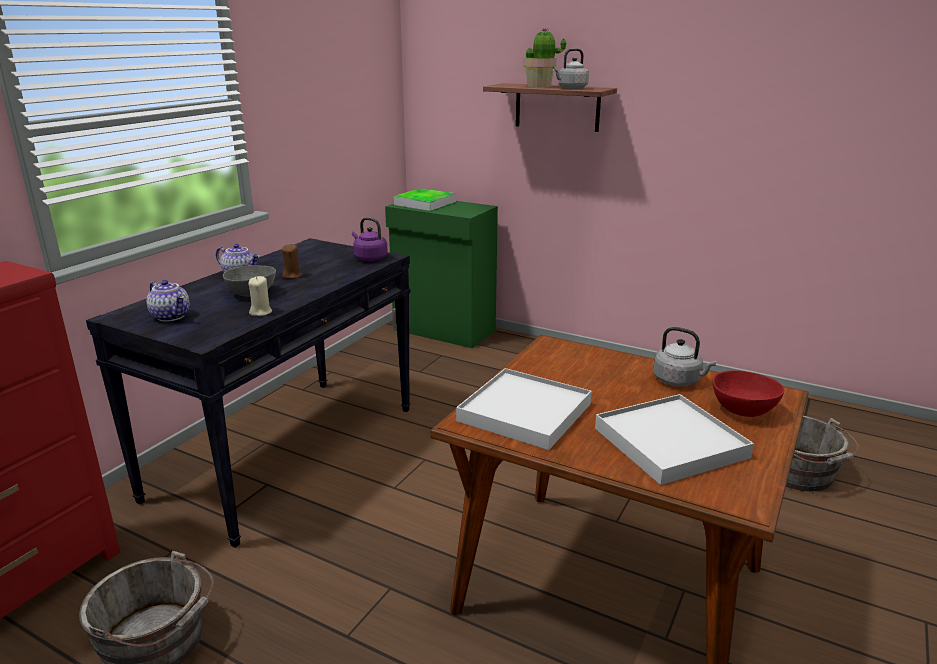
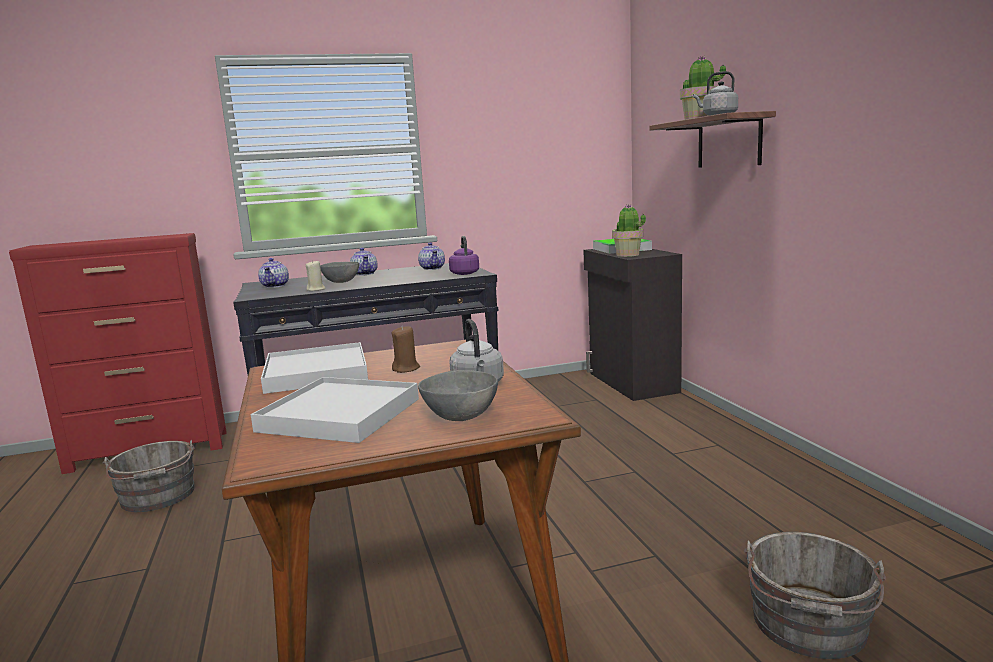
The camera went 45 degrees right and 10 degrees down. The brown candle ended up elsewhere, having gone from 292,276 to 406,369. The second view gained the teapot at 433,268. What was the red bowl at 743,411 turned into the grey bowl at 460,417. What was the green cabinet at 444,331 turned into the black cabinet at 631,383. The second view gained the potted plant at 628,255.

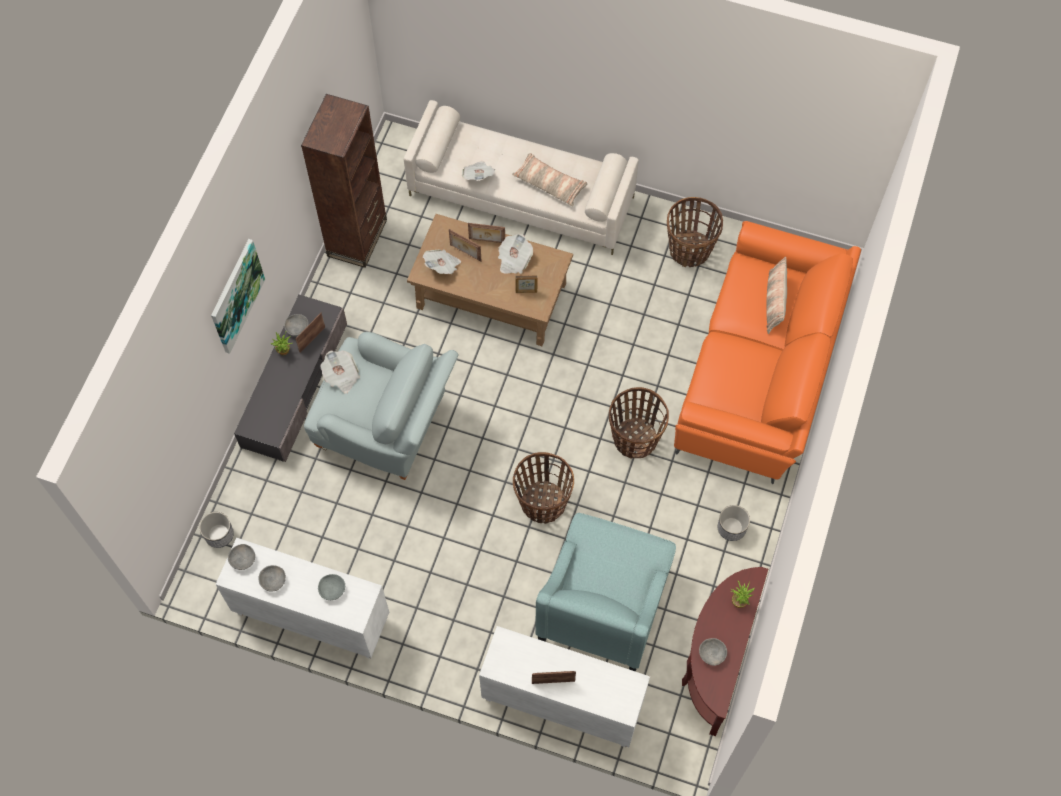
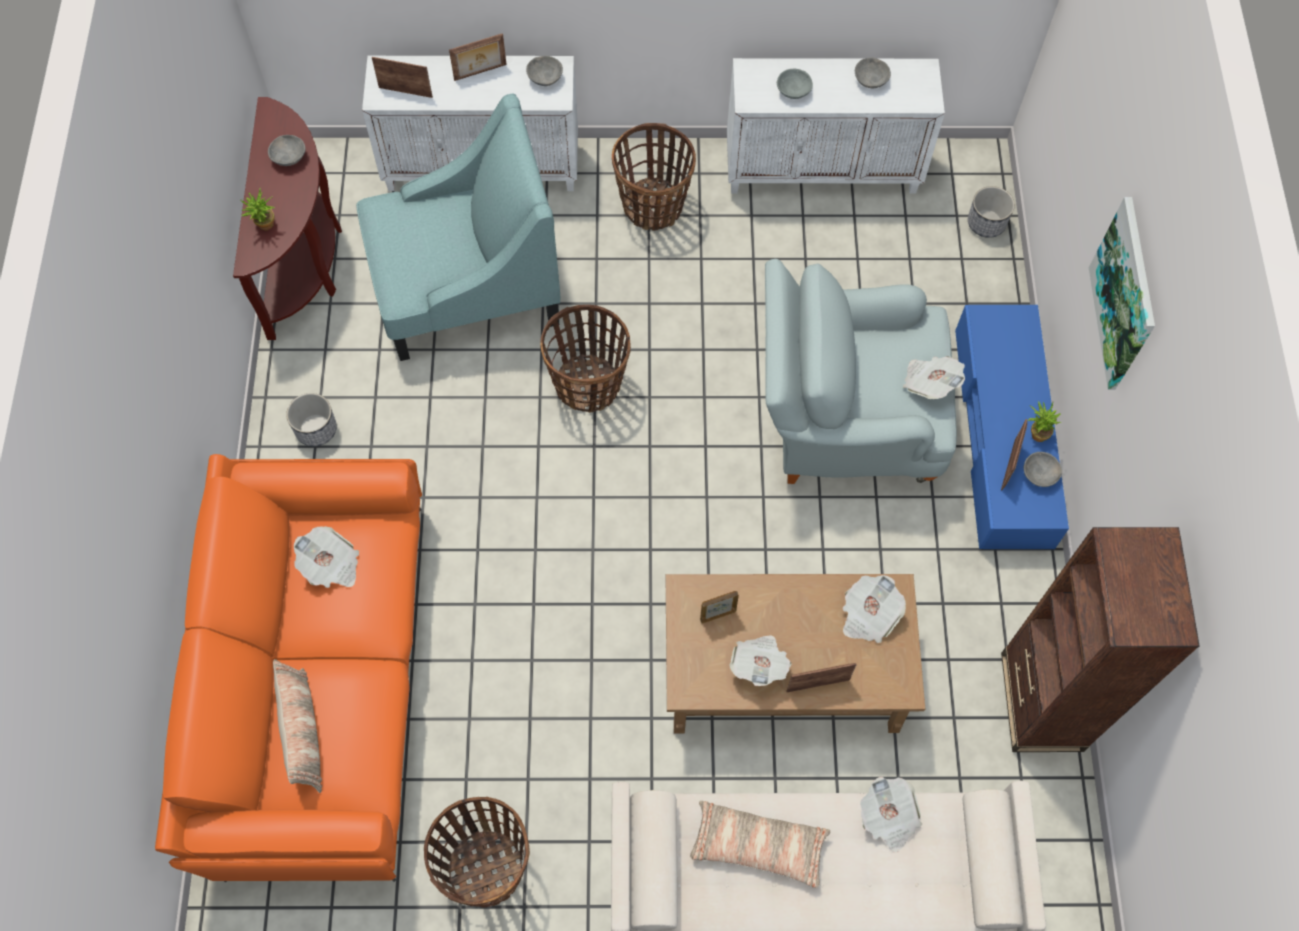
The camera went 160 degrees right and 0 degrees up. The second view gained the newspaper at 331,566. The turquoise armchair at 604,603 ended up facing another way, 75 degrees clockwise from before. The picture frame ended up elsewhere, having gone from 465,253 to 406,91. The grey bowl ended up elsewhere, having gone from 243,560 to 544,78. The basket ended up elsewhere, having gone from 634,438 to 653,206. What was the grey tv stand at 295,385 turned into the blue tv stand at 1002,437.

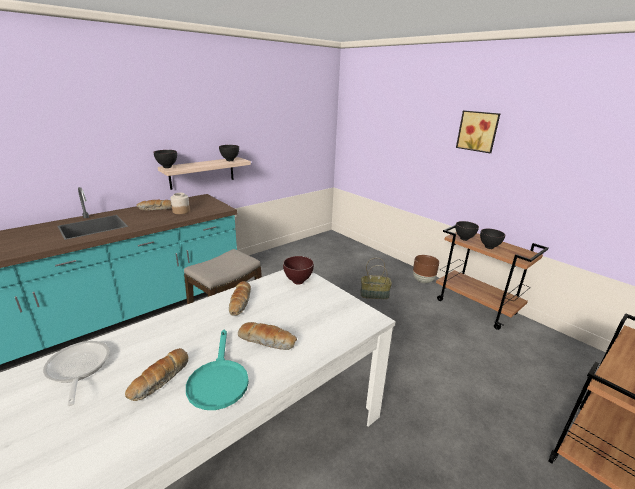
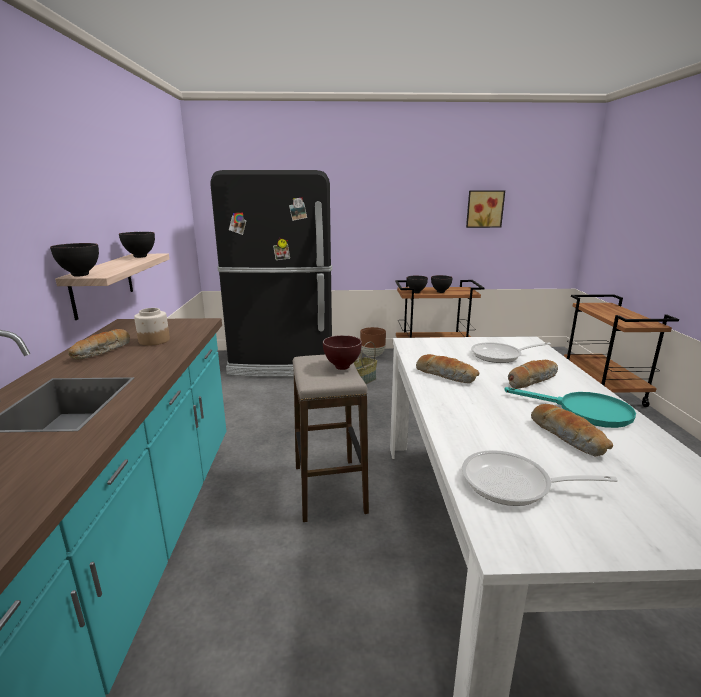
The camera went 50 degrees left and 5 degrees down. The second view gained the black fridge at 283,363. The brown bowl ended up elsewhere, having gone from 298,281 to 342,367. The picture ended up elsewhere, having gone from 478,131 to 484,209. The second view gained the frying pan at 500,356.

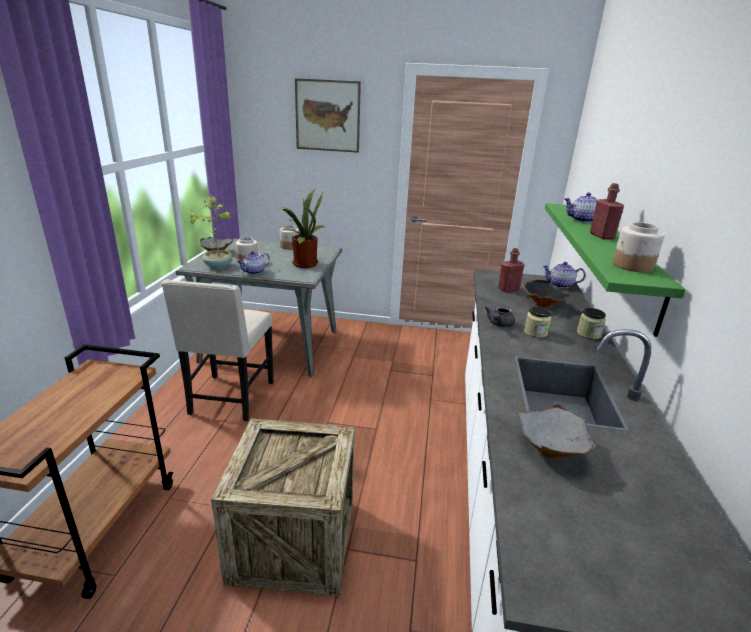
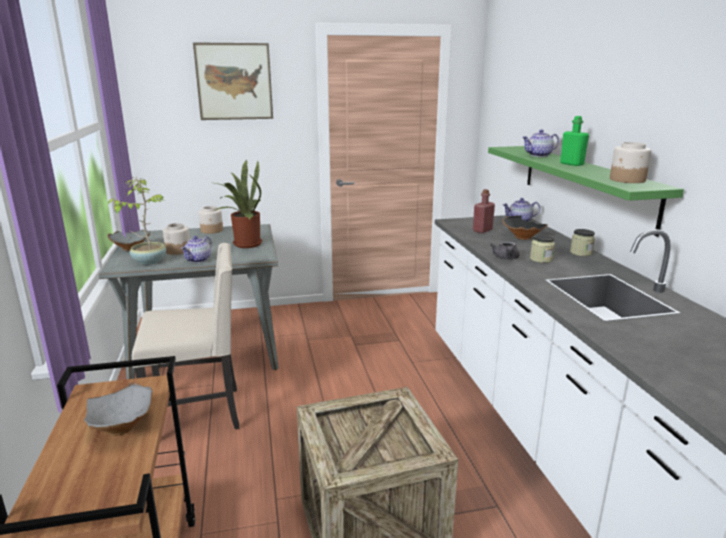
The camera went 20 degrees left and 5 degrees down. The grey bowl ended up elsewhere, having gone from 552,449 to 123,427. The beige chair at 230,399 ended up facing another way, 90 degrees counterclockwise from before. What was the red bottle at 601,236 turned into the green bottle at 571,164.

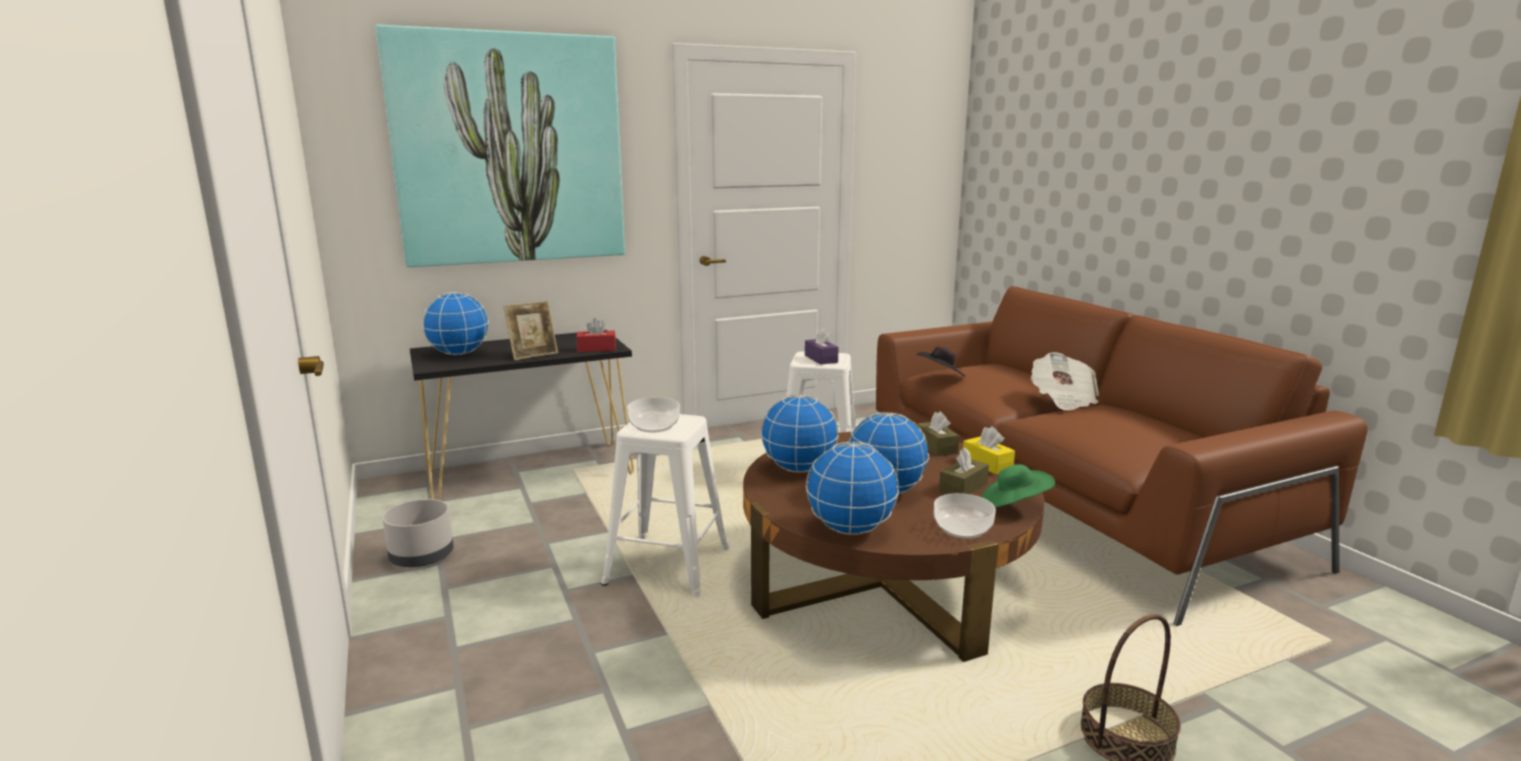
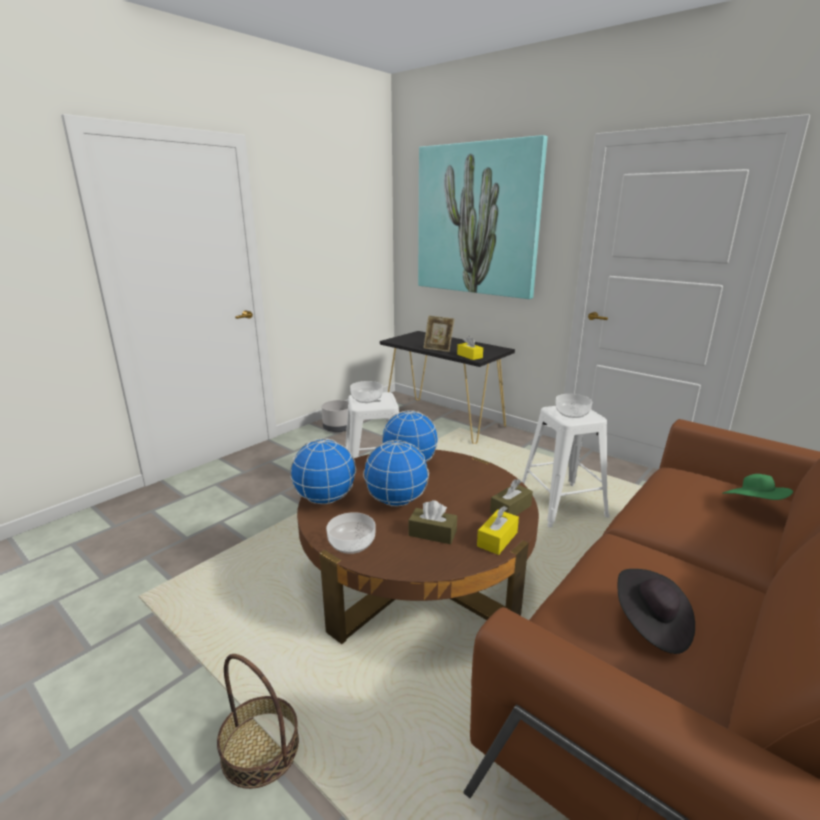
The camera went 65 degrees right and 5 degrees up. What was the red tissue box at 596,349 turned into the yellow tissue box at 469,356. Where the purple tissue box stood at 821,359, the bowl came to stand at 572,413. The black hat ended up elsewhere, having gone from 940,375 to 651,624. The green hat ended up elsewhere, having gone from 1013,505 to 753,505. The second view lost the globe at 459,354. The second view lost the newspaper at 1062,399.

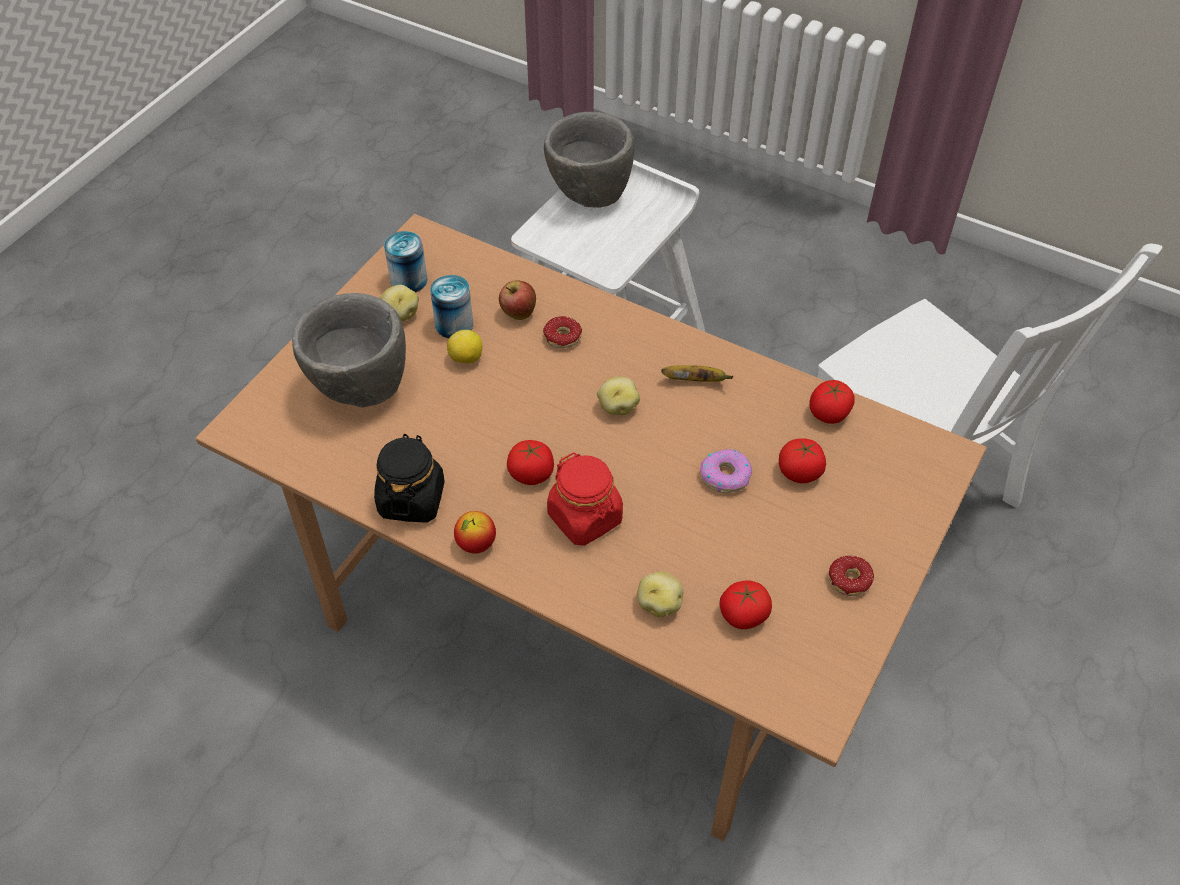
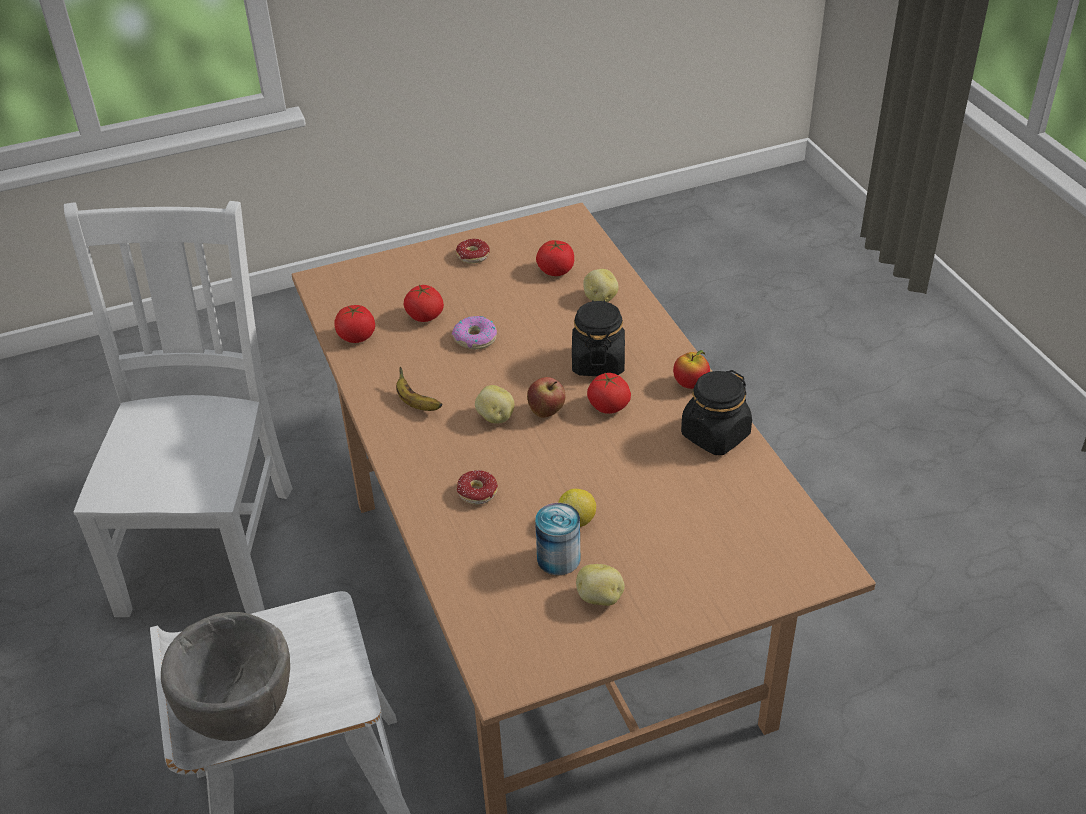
The camera went 140 degrees left and 10 degrees down. The apple ended up elsewhere, having gone from 518,313 to 547,412. What was the red jar at 585,518 turned into the black jar at 598,362. The second view lost the grey bowl at 360,389. The second view lost the can at 409,280.

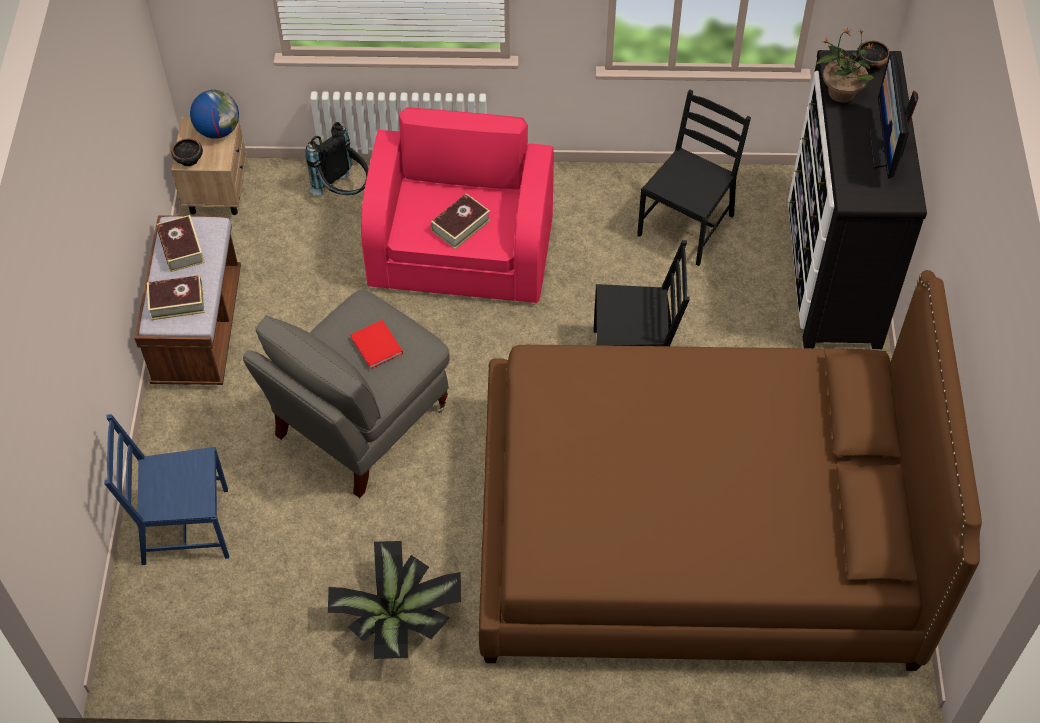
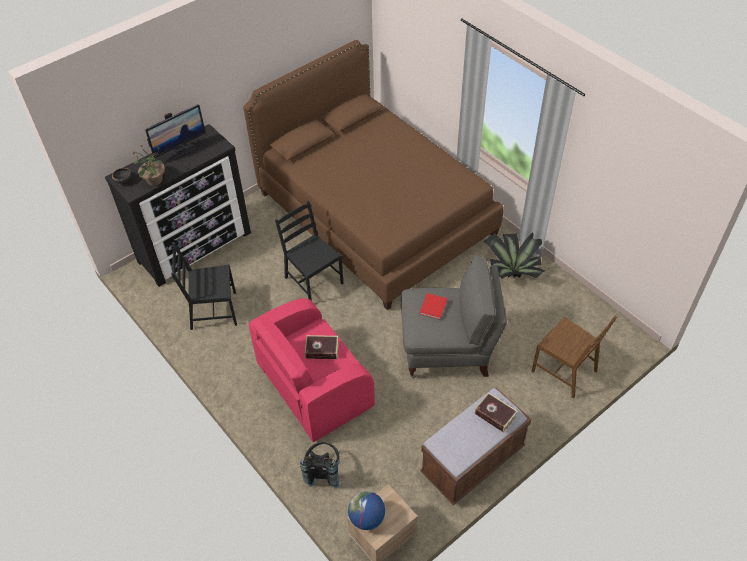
The camera went 130 degrees left and 5 degrees down. What was the blue chair at 184,527 turned into the brown chair at 565,371. The second view lost the book at 181,248. The second view lost the bowl at 188,159.

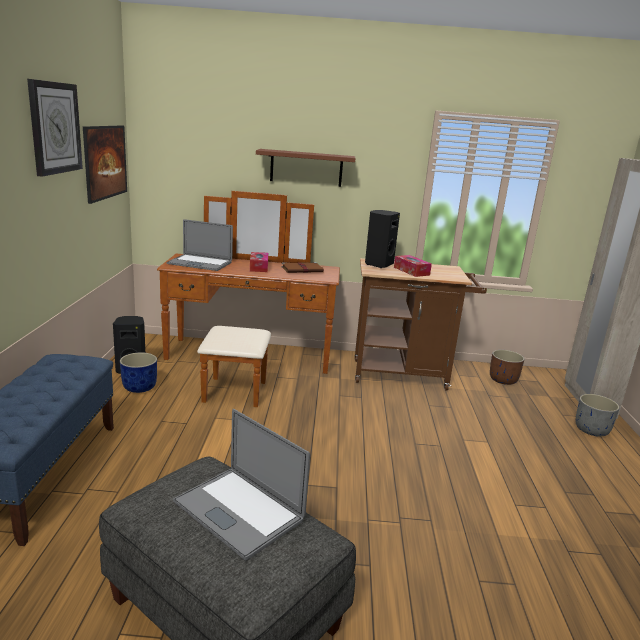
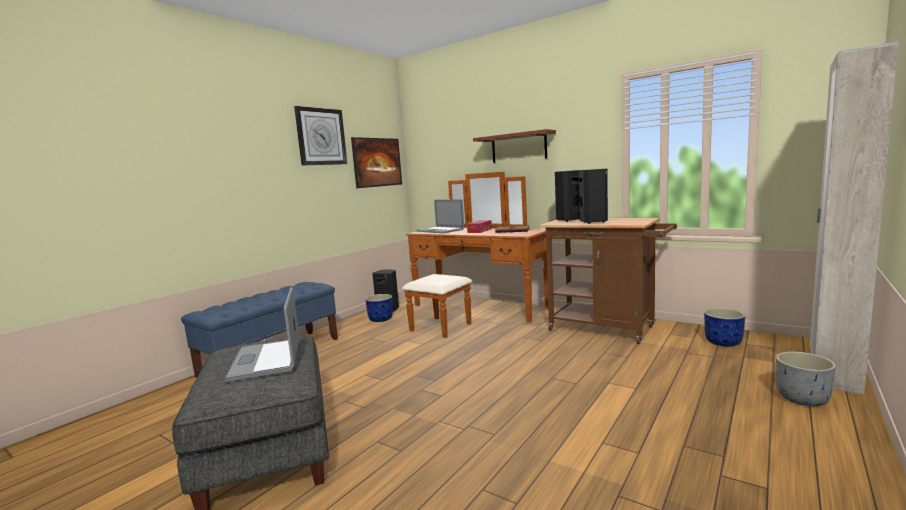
The camera went 35 degrees right and 10 degrees down. Where the tissue box stood at 411,271, the black speaker came to stand at 594,222. What was the brown planter at 503,380 turned into the blue planter at 723,342.

